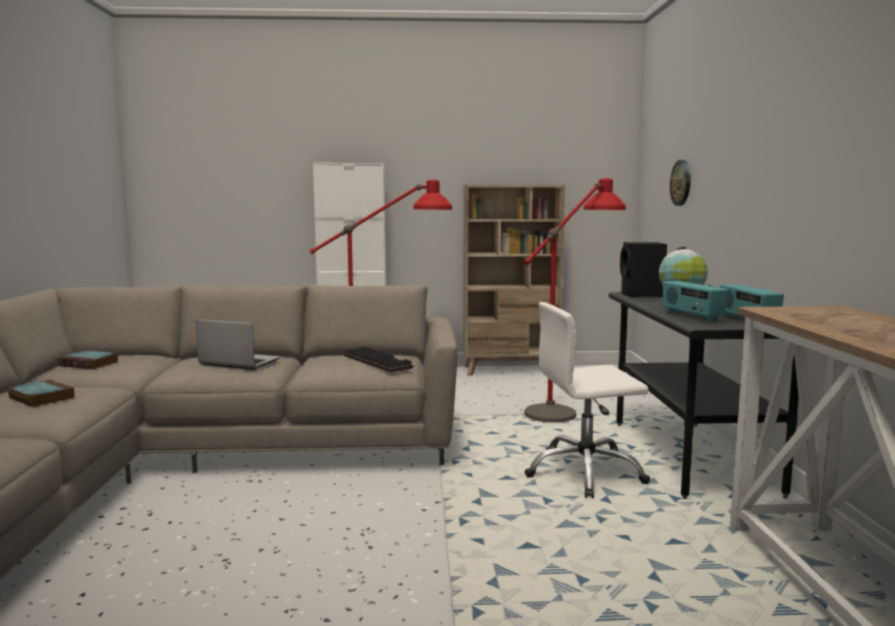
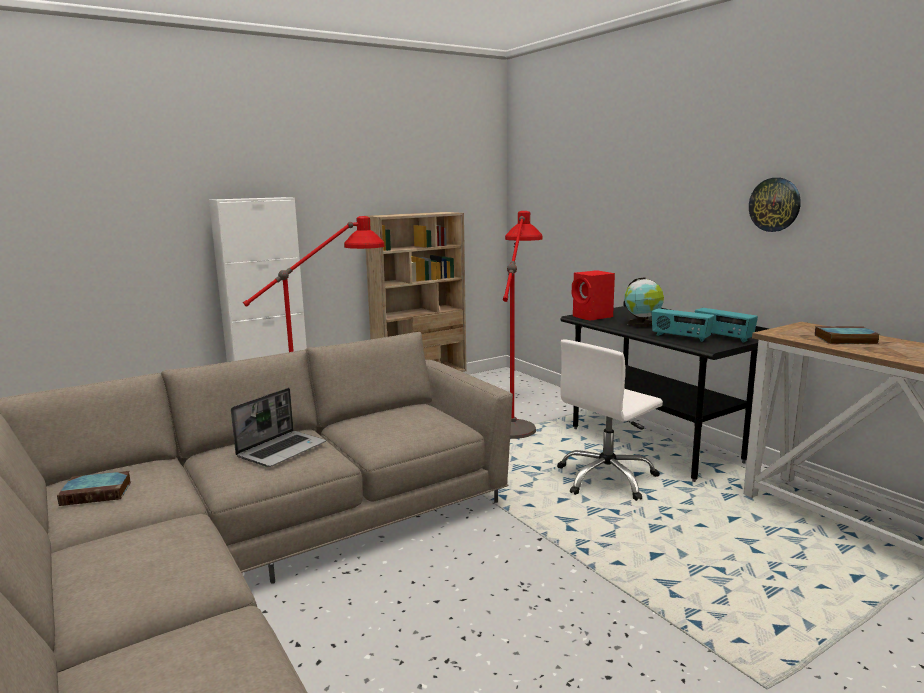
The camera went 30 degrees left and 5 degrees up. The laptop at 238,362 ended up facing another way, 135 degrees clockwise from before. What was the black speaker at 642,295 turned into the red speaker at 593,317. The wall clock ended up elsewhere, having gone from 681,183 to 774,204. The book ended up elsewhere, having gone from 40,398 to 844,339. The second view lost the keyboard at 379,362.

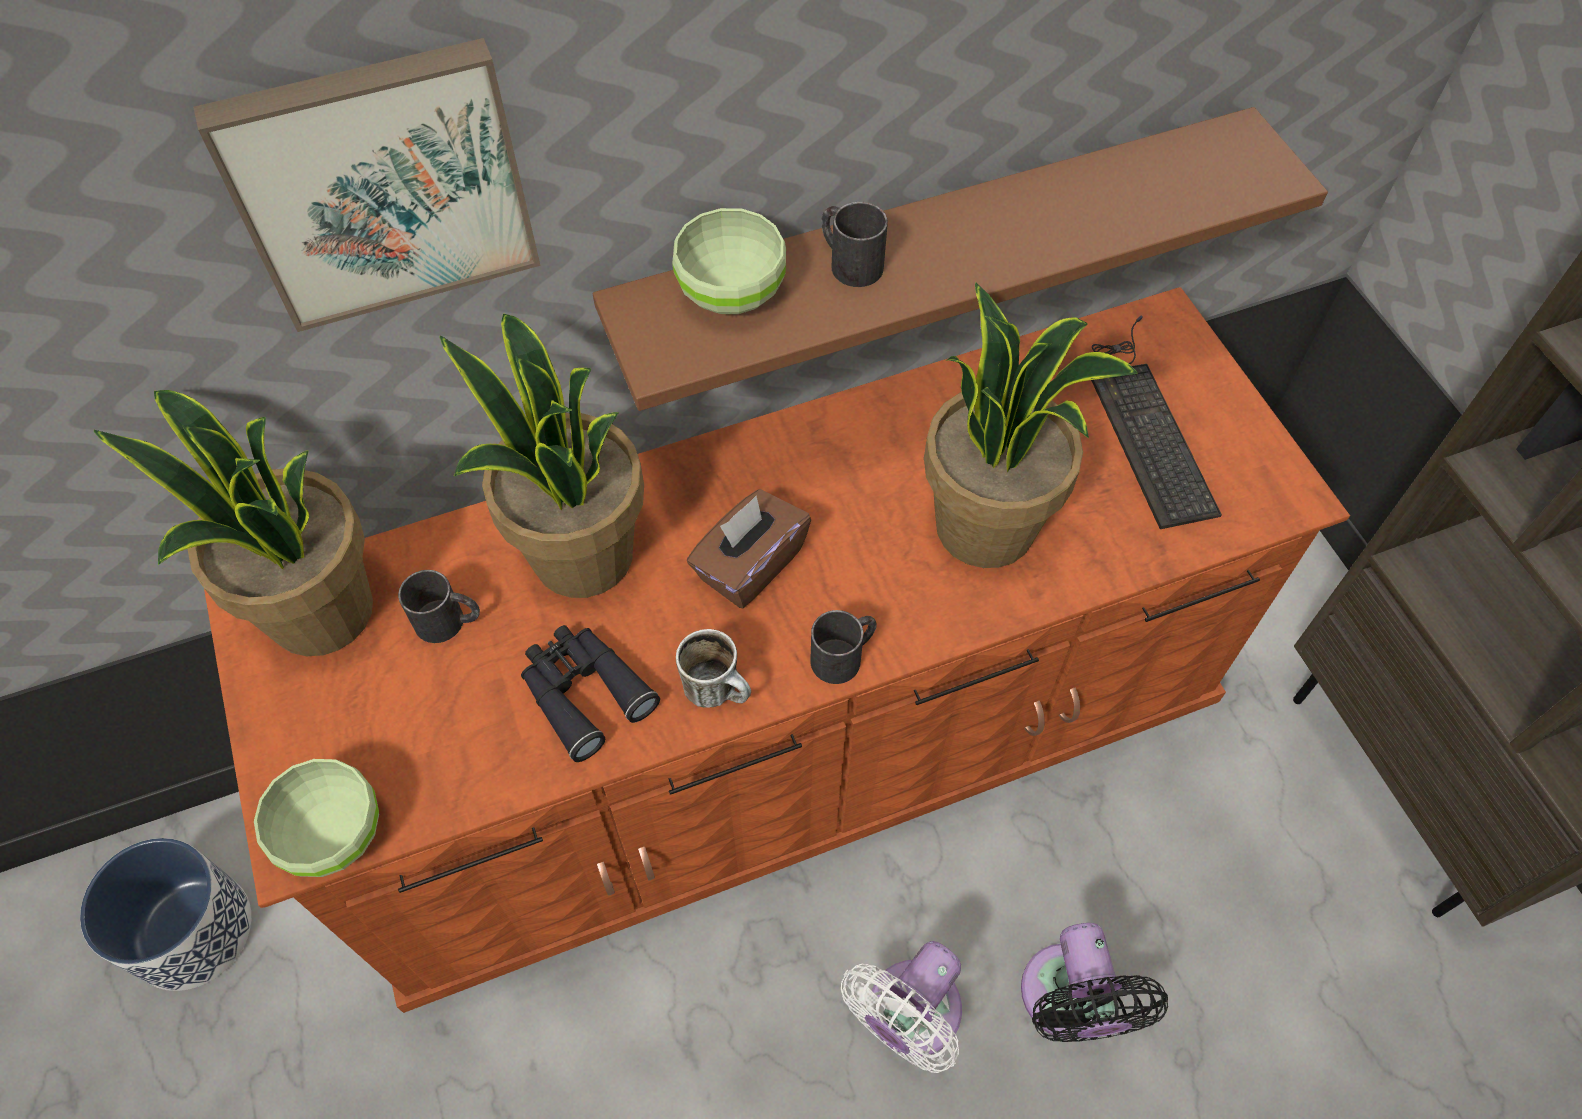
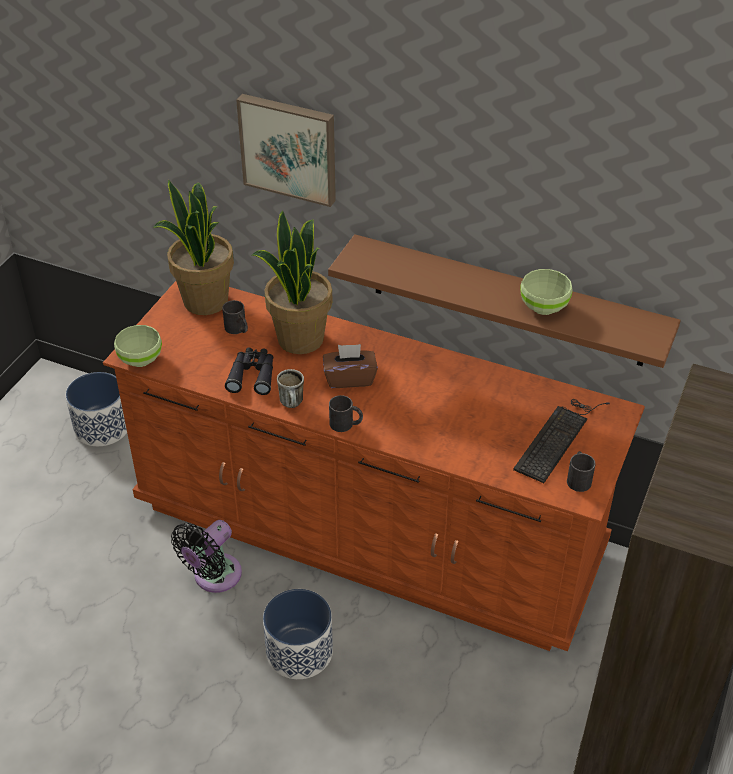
The camera went 45 degrees right and 15 degrees down. The black fan ended up elsewhere, having gone from 1069,1003 to 213,577. Where the white fan stood at 908,1017, the planter came to stand at 300,652. The green bowl ended up elsewhere, having gone from 729,294 to 543,306. The black mug ended up elsewhere, having gone from 849,261 to 578,478. The second view lost the potted plant at 987,525.

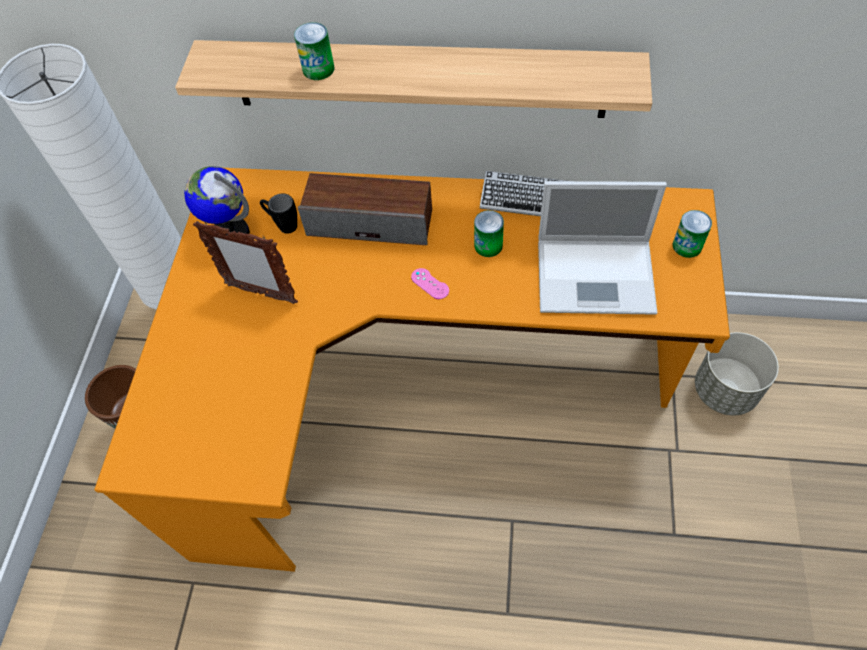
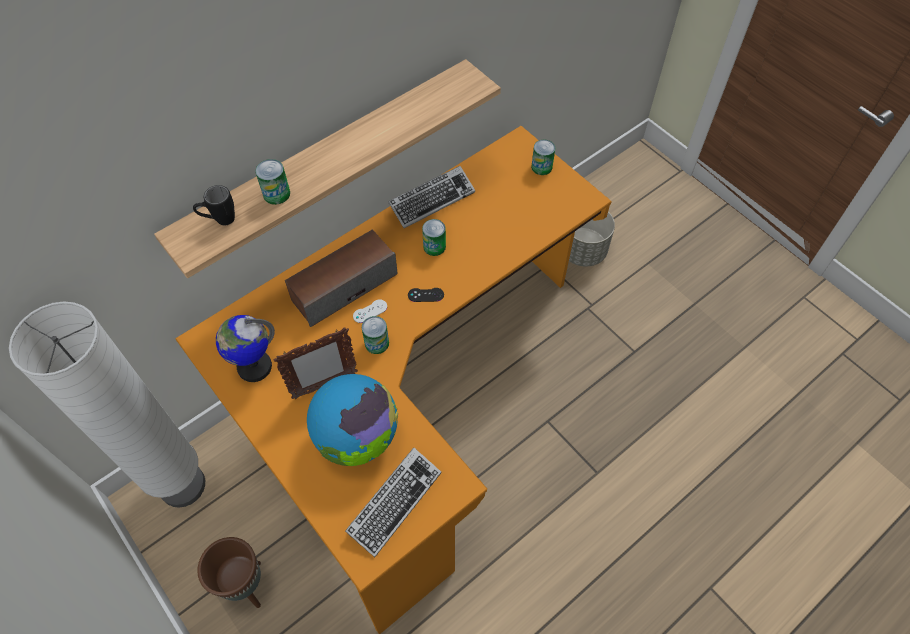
The camera went 50 degrees left and 0 degrees up. The black mug ended up elsewhere, having gone from 283,225 to 219,220. The second view gained the globe at 357,437. The second view gained the keyboard at 394,503. The second view gained the white game controller at 370,311. The second view gained the can at 377,343. What was the pink game controller at 430,284 turned into the black game controller at 426,295. The second view lost the laptop at 597,275.

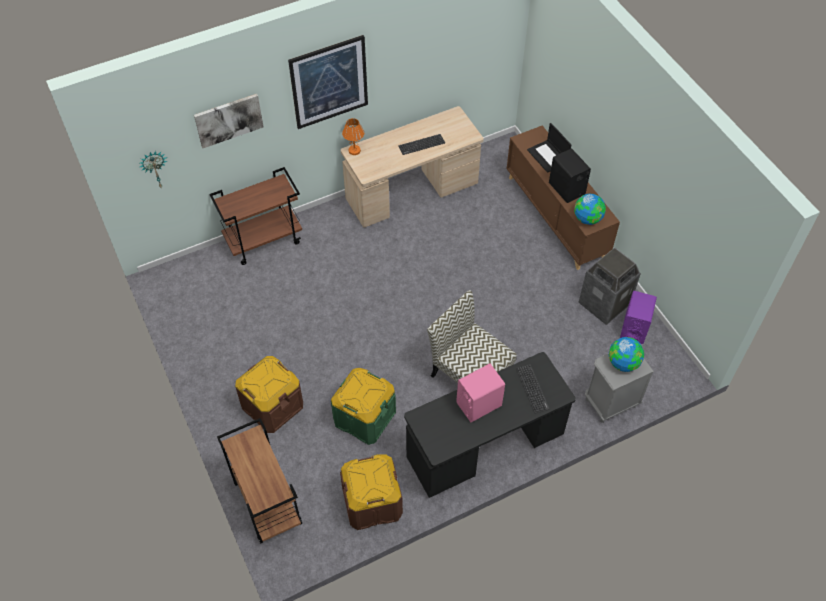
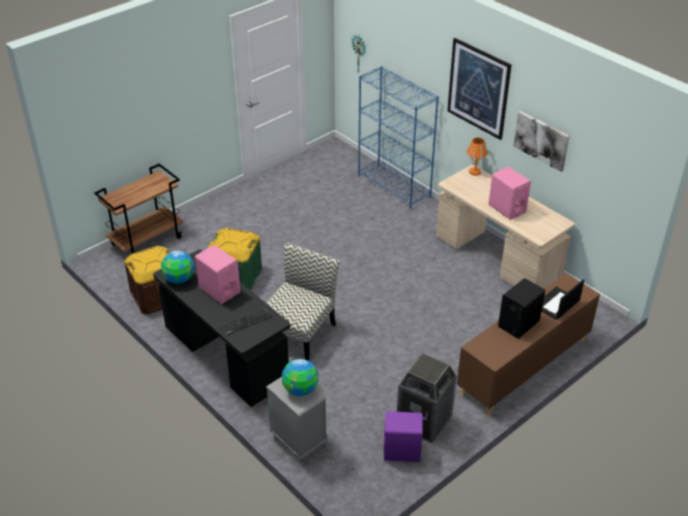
The camera went 75 degrees right and 15 degrees down. The globe ended up elsewhere, having gone from 588,218 to 179,279. Where the brown cart stood at 264,240, the blue bookcase came to stand at 394,186. Where the keyboard stood at 421,144, the pink speaker came to stand at 506,208. The picture ended up elsewhere, having gone from 228,120 to 541,140. The second view lost the brown storage box at 272,406.

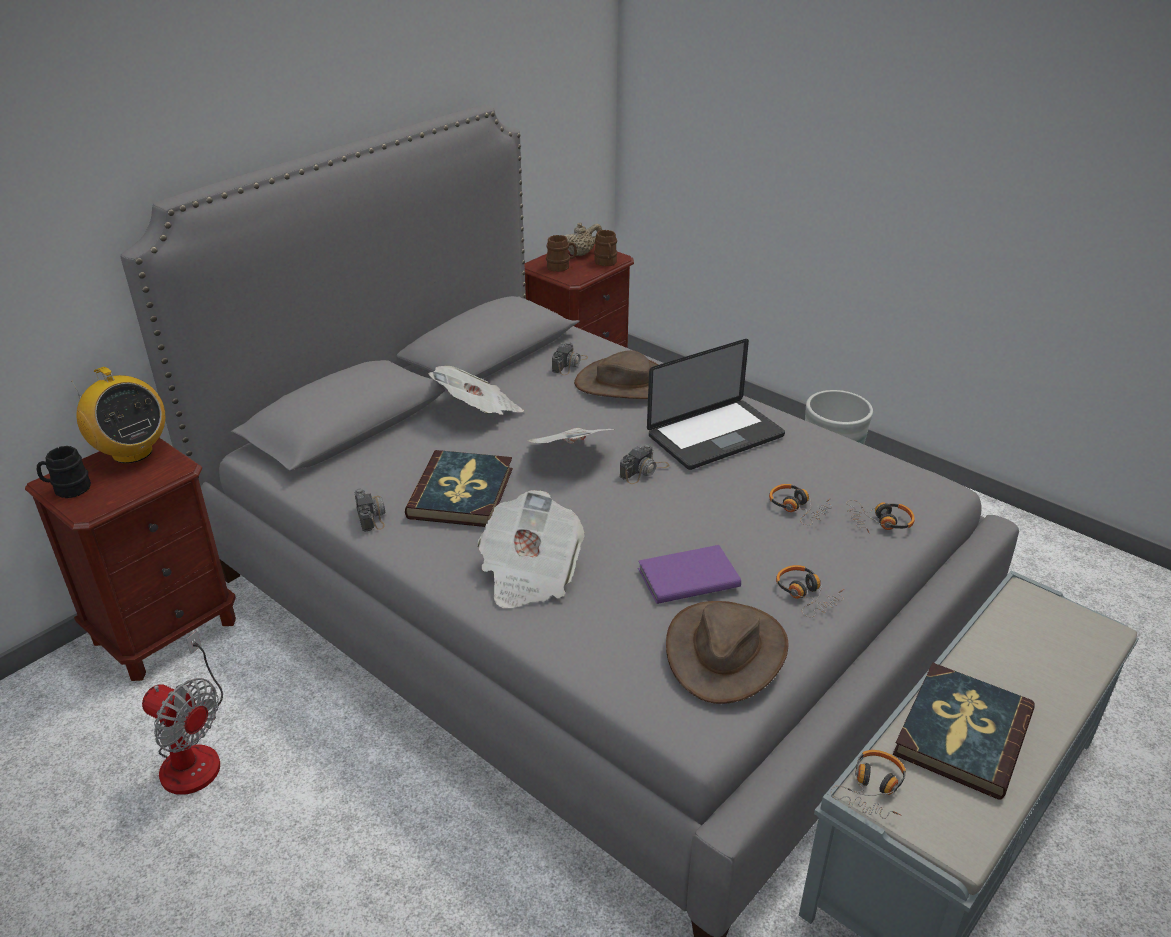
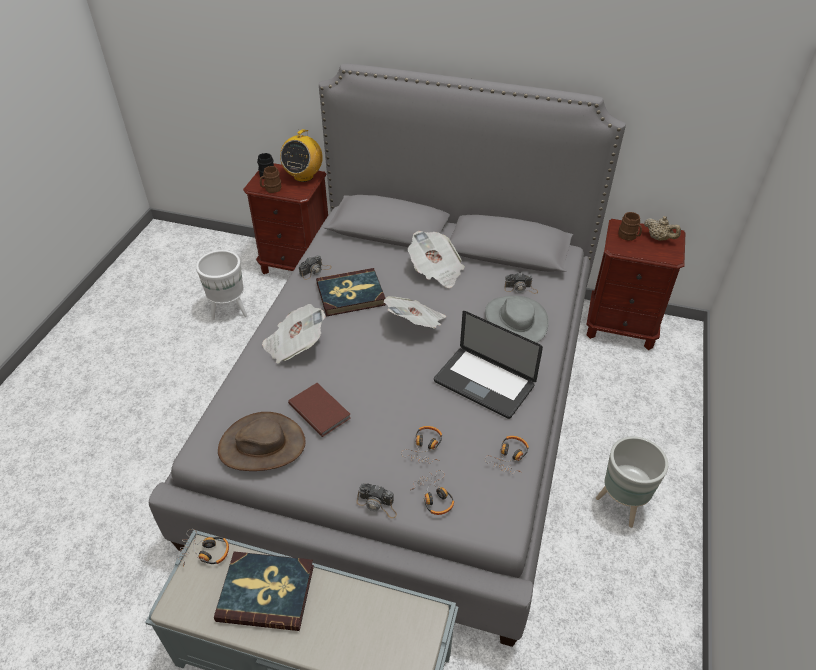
The camera went 65 degrees right and 10 degrees up. Where the fan stood at 193,752, the white planter came to stand at 230,311. The brown mug ended up elsewhere, having gone from 606,263 to 271,189. What was the purple book at 686,576 turned into the brown book at 320,410. The photo camera ended up elsewhere, having gone from 644,470 to 377,504. What was the brown hat at 624,384 turned into the grey hat at 516,321. The headphones ended up elsewhere, having gone from 806,595 to 509,457.

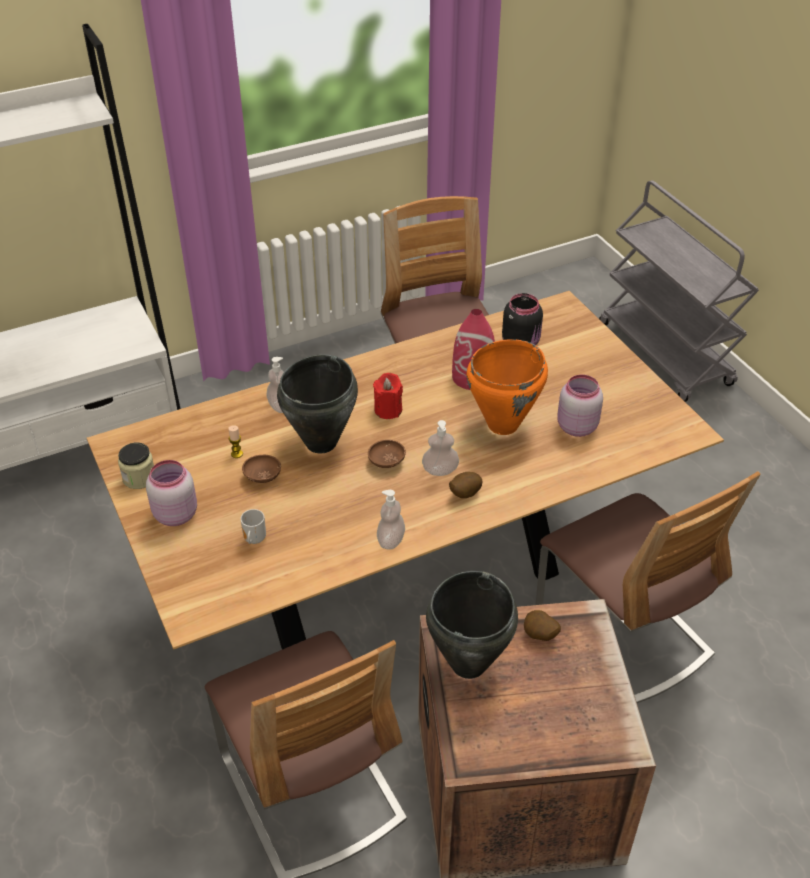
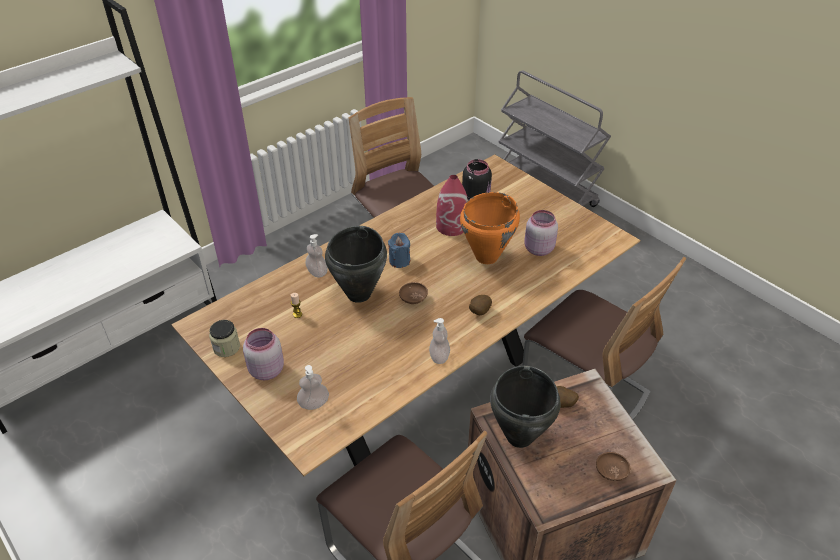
The camera went 15 degrees left and 0 degrees up. The soap dispenser ended up elsewhere, having gone from 440,470 to 314,403. What was the red candle at 388,410 turned into the blue candle at 399,261. The brown bowl ended up elsewhere, having gone from 262,476 to 611,472. The second view lost the mug at 253,540.

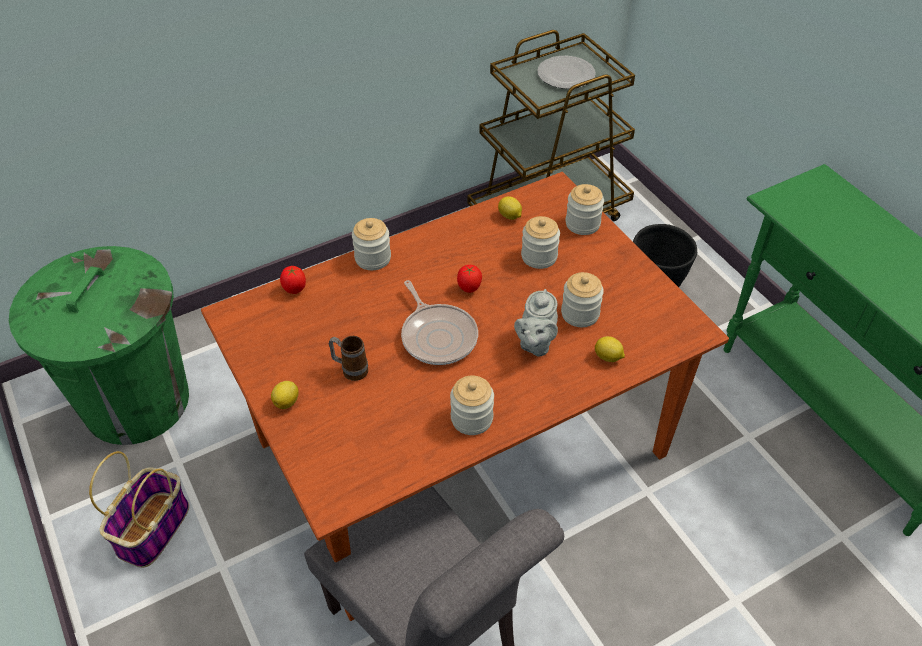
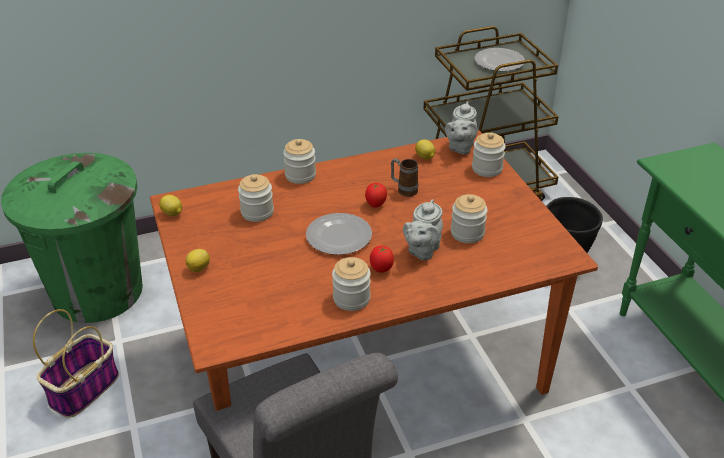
The camera went 10 degrees right and 10 degrees down. The lemon ended up elsewhere, having gone from 608,357 to 172,214. The jar ended up elsewhere, having gone from 539,256 to 257,212. Where the frying pan stood at 438,336, the plate came to stand at 339,236. The tomato ended up elsewhere, having gone from 295,290 to 381,269. The mug ended up elsewhere, having gone from 350,369 to 404,190. The second view gained the grey teapot at 460,147.

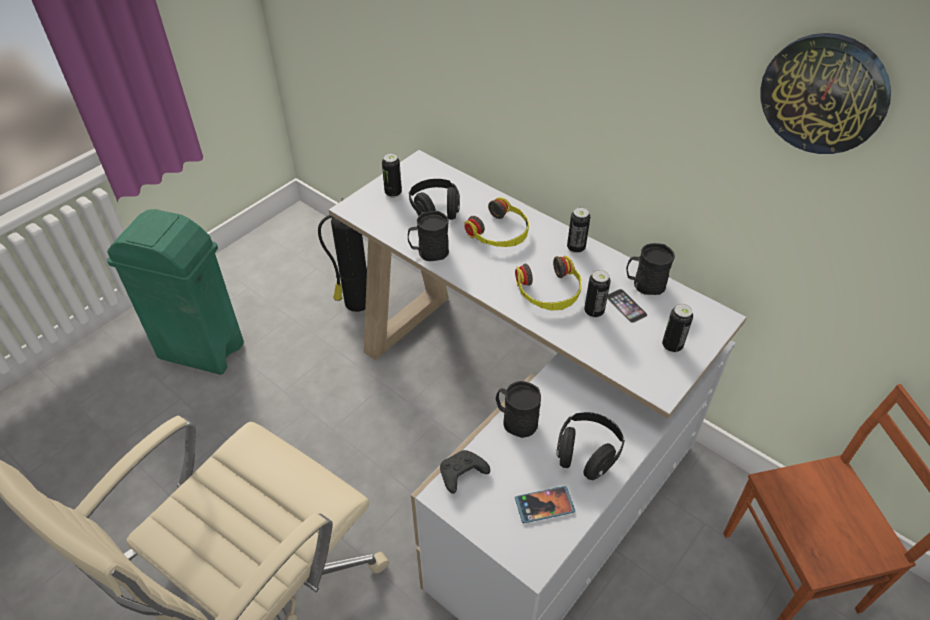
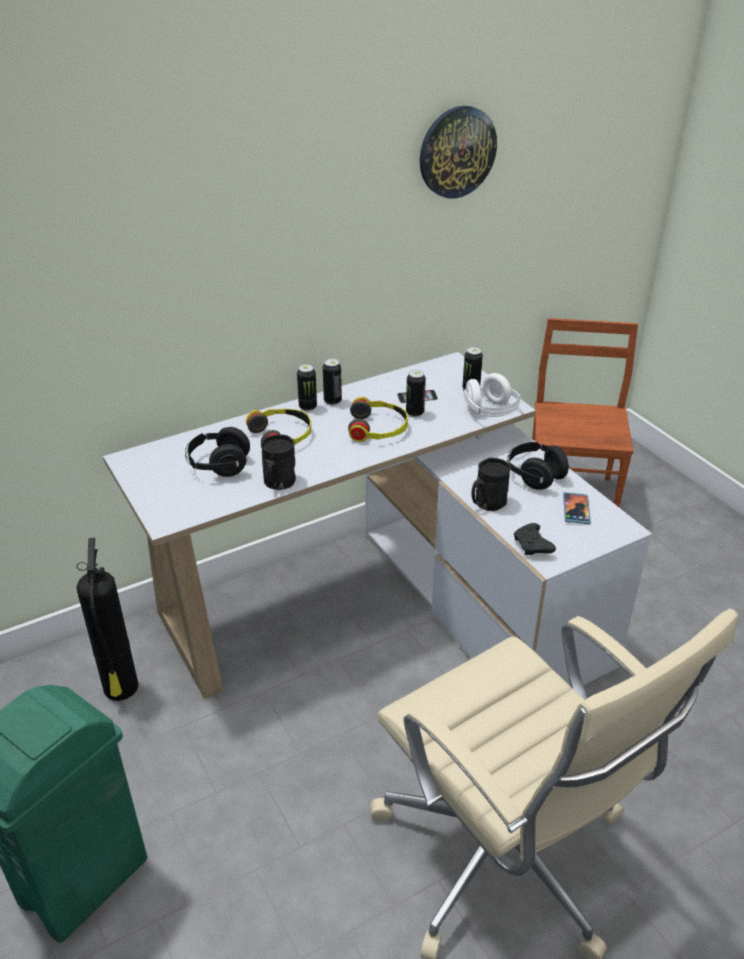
The camera went 70 degrees left and 10 degrees down. The can ended up elsewhere, having gone from 393,193 to 308,407. The second view gained the white headphones at 490,412. The second view lost the black mug at 644,284.

